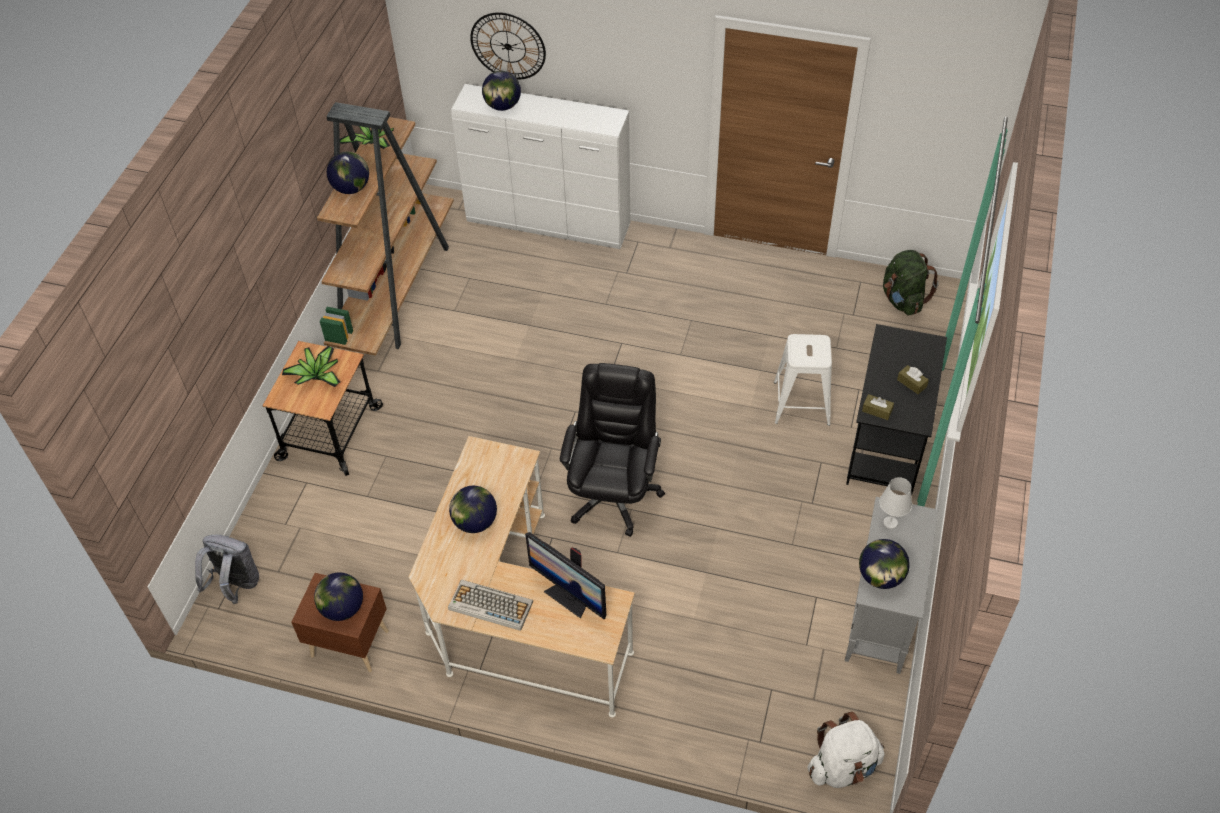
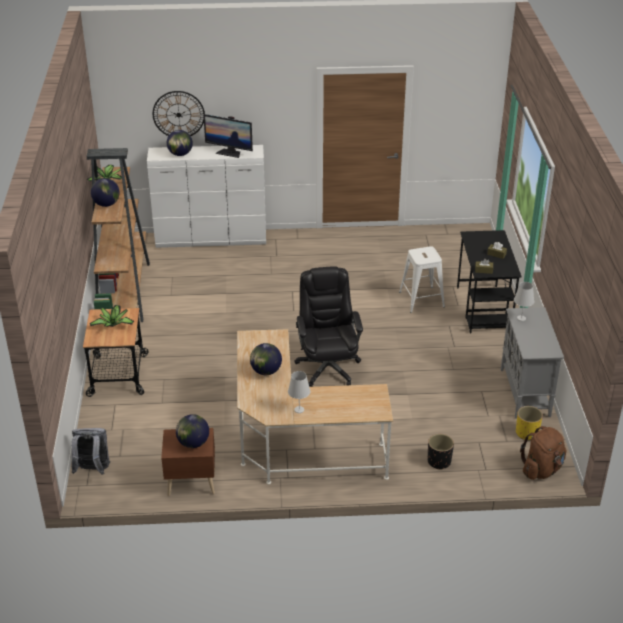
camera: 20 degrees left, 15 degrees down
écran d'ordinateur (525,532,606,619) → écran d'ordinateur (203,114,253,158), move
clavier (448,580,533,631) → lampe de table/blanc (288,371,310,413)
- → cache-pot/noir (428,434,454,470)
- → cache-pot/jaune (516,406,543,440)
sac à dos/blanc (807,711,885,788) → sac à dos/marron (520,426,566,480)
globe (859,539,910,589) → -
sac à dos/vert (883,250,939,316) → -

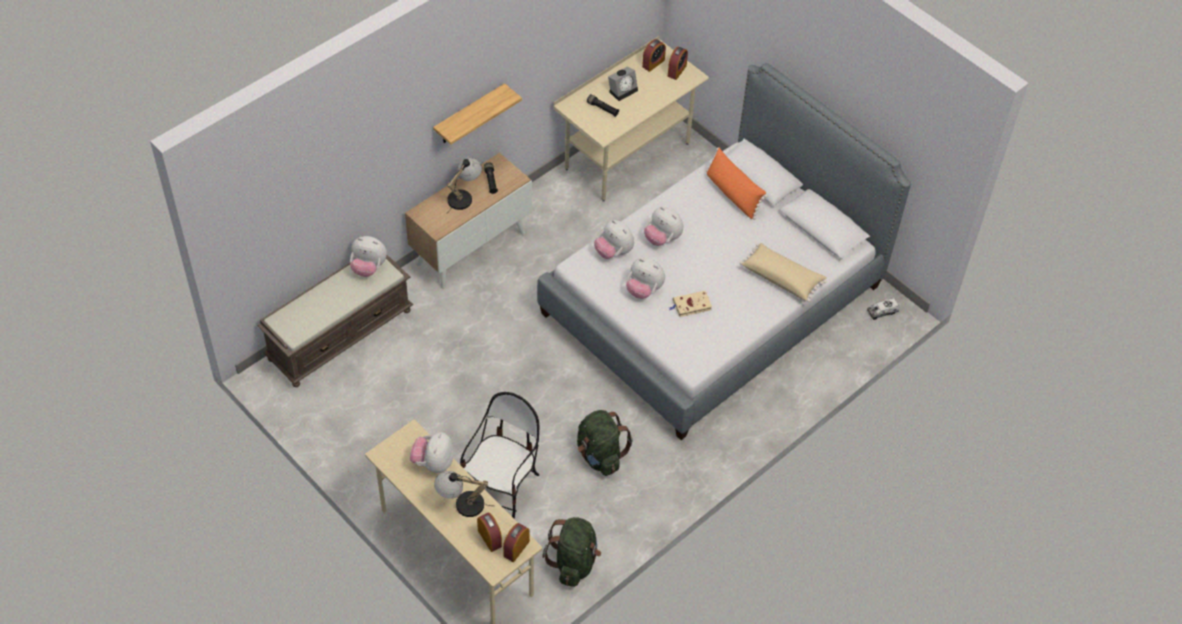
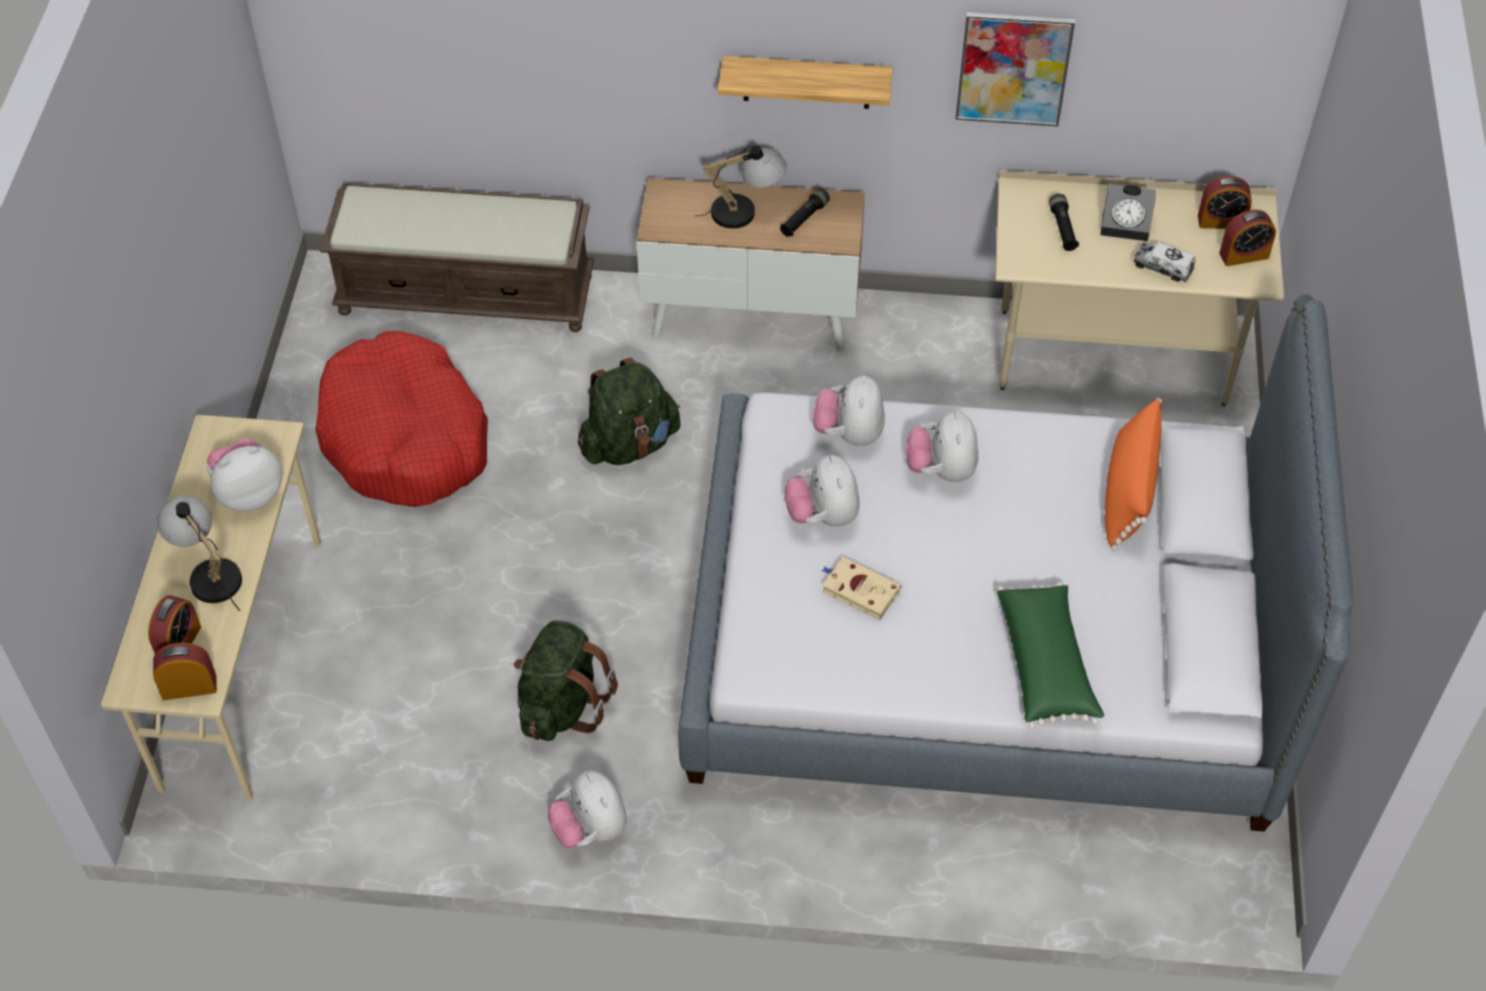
camera: 50 degrees right, 0 degrees up
- → panier pour chien/rouge (316,331,488,507)
peluche (350,236,387,277) → peluche (548,770,627,848), move
sac à dos/vert (542,517,601,587) → sac à dos/vert (578,357,681,465), move
- → tableau (955,12,1075,126)
coussin/beige (740,243,827,302) → coussin/vert (997,582,1104,729)
camion jouet (867,298,899,320) → camion jouet (1134,242,1195,282), move
chaise (460,392,539,518) → -

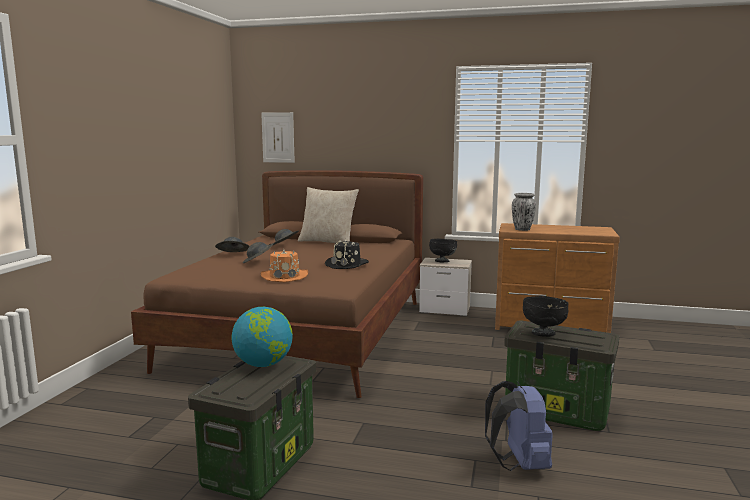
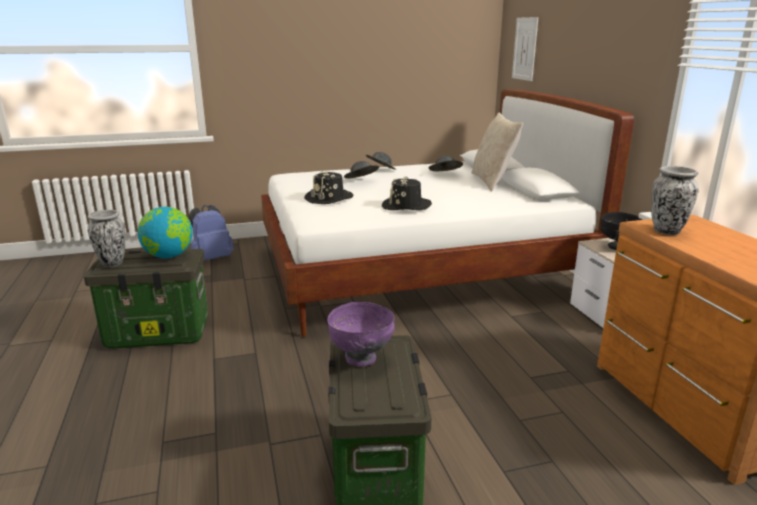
camera: 60 degrees right, 10 degrees up
- → vase (87,210,125,267)
sac à dos/bleu (485,381,553,471) → sac à dos/bleu (189,205,234,261), move
lit/marron (131,170,423,398) → lit/blanc (261,89,634,337)
chapeau/orange (261,249,308,282) → chapeau/noir (304,170,354,204)
bol/noir (523,296,569,337) → bol/violet (327,302,395,366)

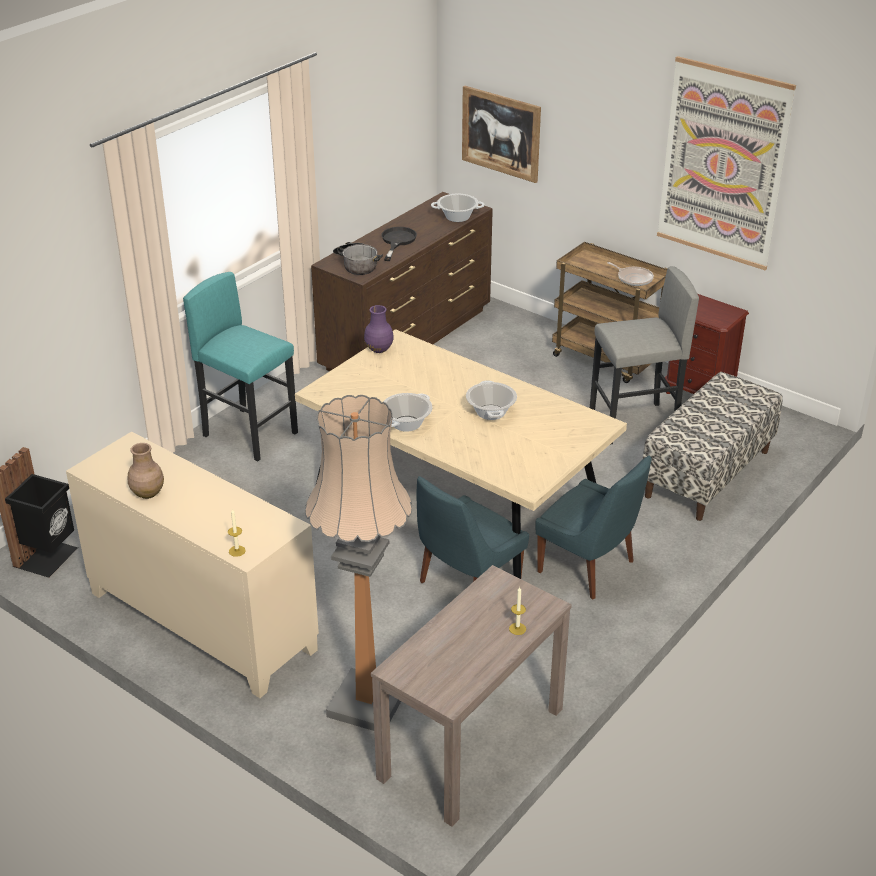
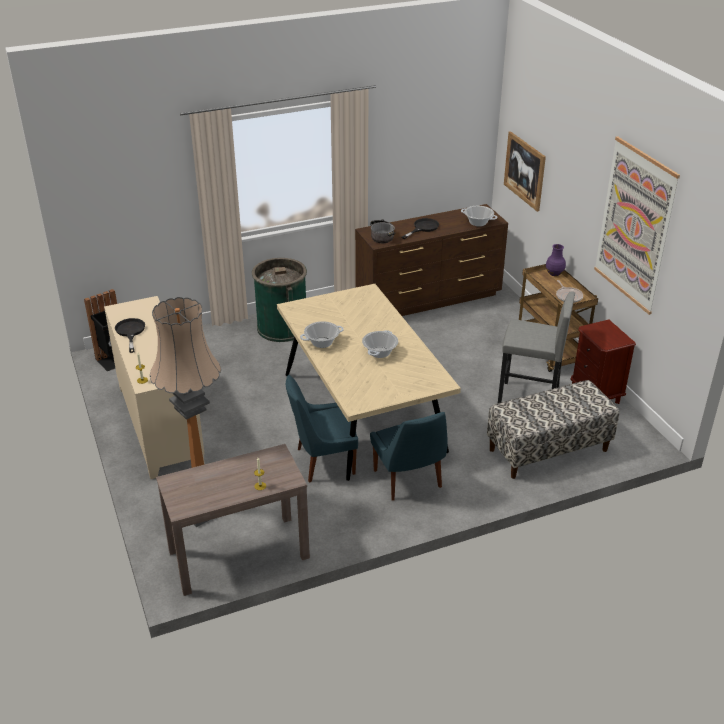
camera: 30 degrees right, 0 degrees up
vase/marron (128,443,164,499) → poêle/noir (115,318,145,353)
tabouret/turquoise (183,272,298,461) → poubelle/vert (252,258,307,342)
vase/violet (364,305,394,353) → vase/violet (546,244,566,276), move

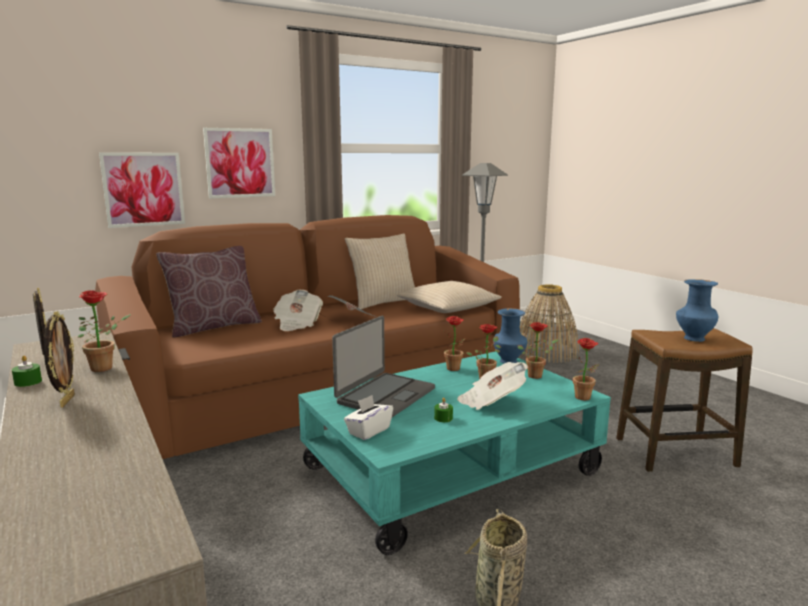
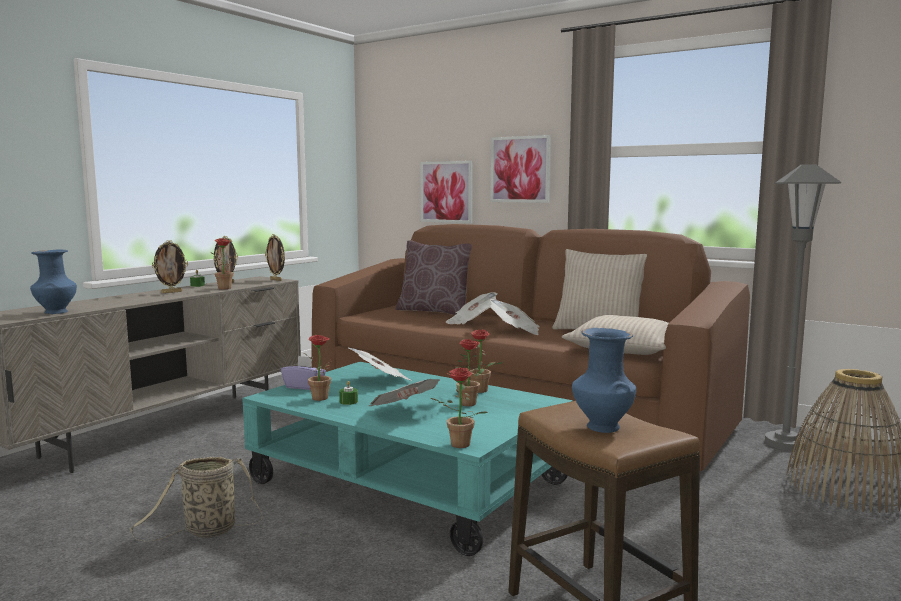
camera: 65 degrees right, 5 degrees down
vase/bleu (493,308,528,363) → vase/bleu (30,250,77,314), move
- → cadre photo (265,234,285,281)
boîte à mouchoirs/blanc (344,395,393,440) → boîte à mouchoirs/violet (281,356,326,390)
plante en pot (518,322,559,379) → plante en pot (304,335,332,401), move
ordinateur portable (332,315,435,417) → journal (349,348,413,381)

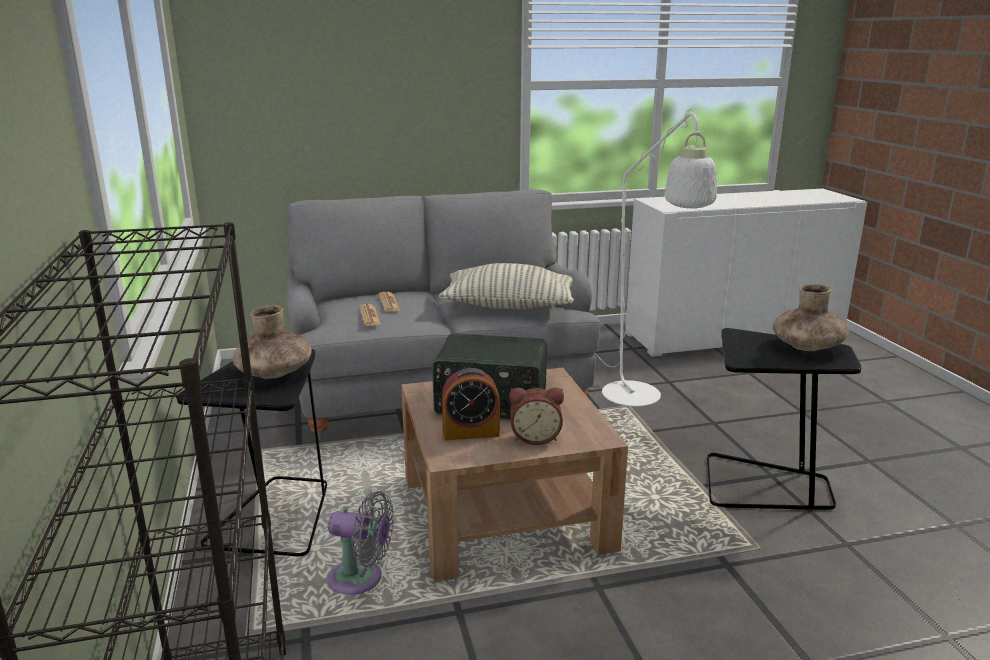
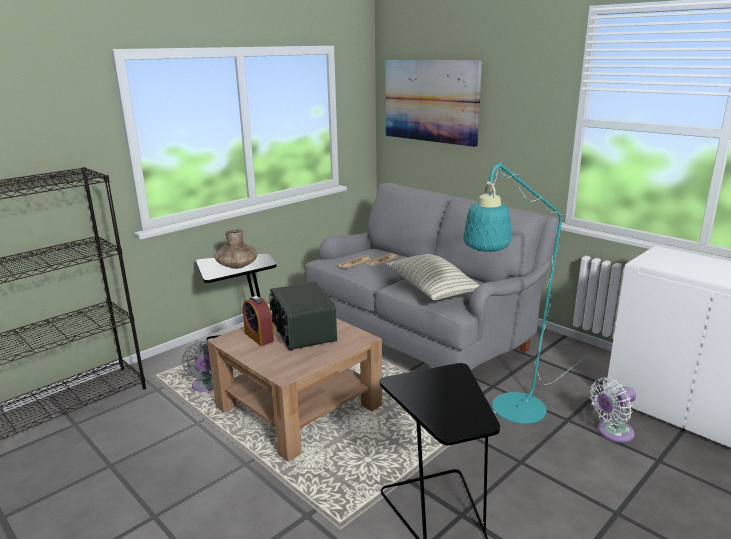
camera: 60 degrees right, 0 degrees up
- → tableau (386,60,482,147)
lampadaire/blanc (595,109,717,407) → lampadaire/turquoise (464,161,588,424)
- → ventilateur/blanc (590,378,636,443)
réveil (509,388,564,445) → -
vase/marron (773,284,849,351) → -

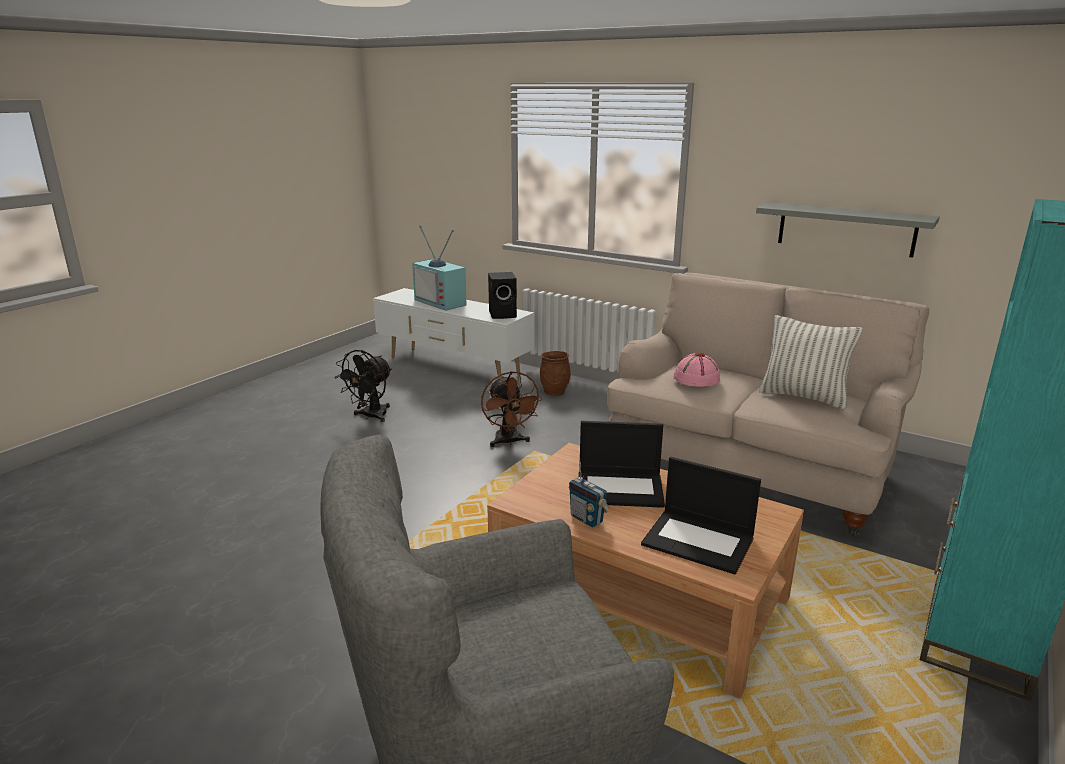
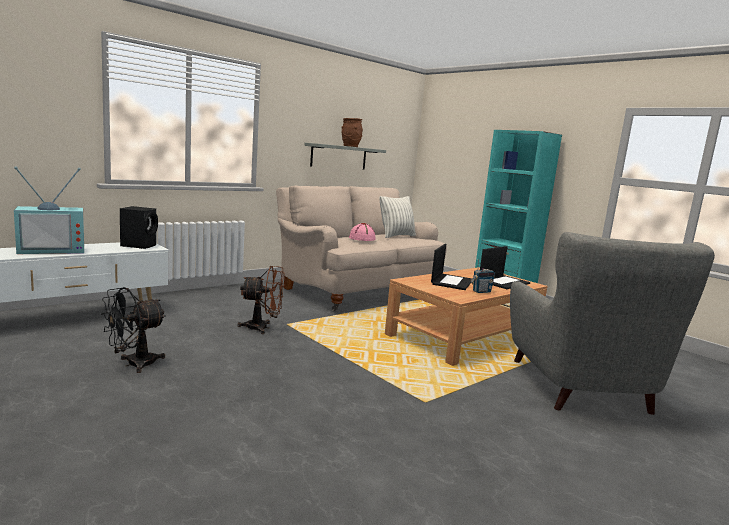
camera: 75 degrees left, 10 degrees down
ventilateur/noir (335,350,392,422) → ventilateur/noir (101,287,166,373), 90 degrees clockwise
vase/marron (540,351,571,396) → vase/marron (342,118,363,147), move

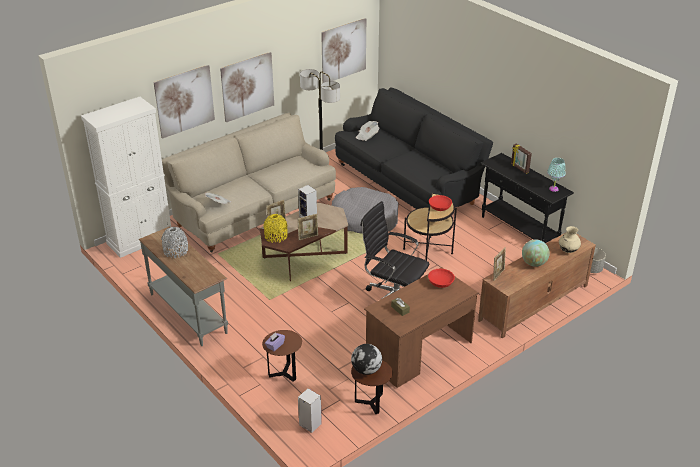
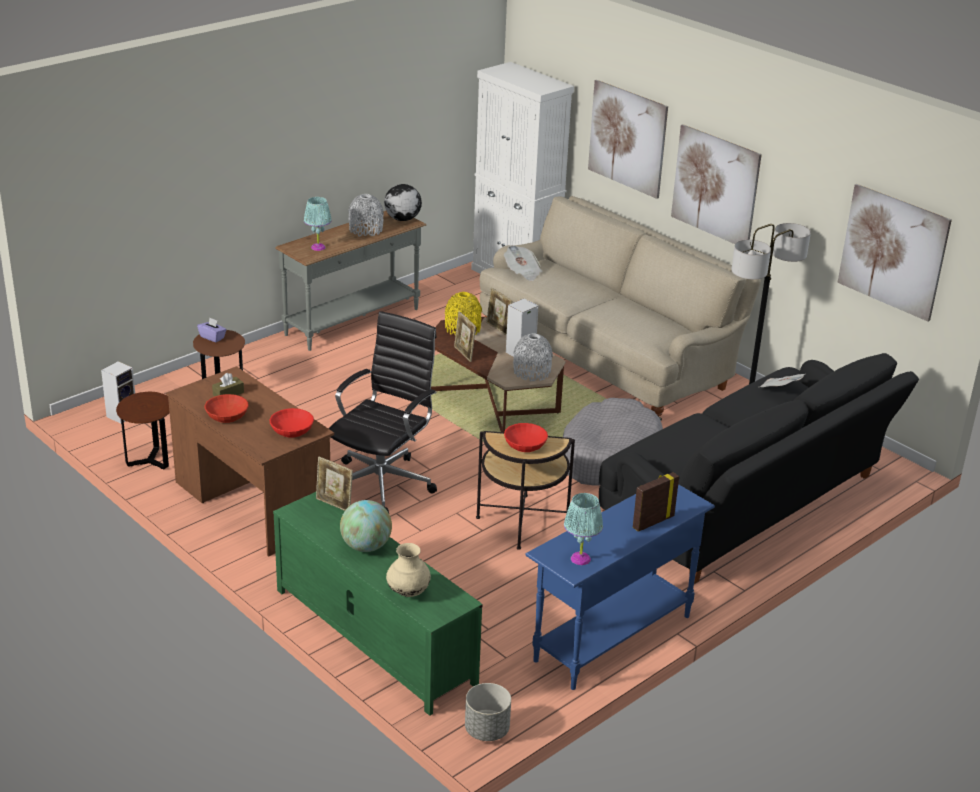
camera: 85 degrees right, 5 degrees down
- → bol/rouge (205,394,249,423)
meuble télé/marron (478,233,596,338) → meuble télé/vert (273,492,483,716)
- → lampe de table/turquoise (304,197,332,251)
globe (351,344,382,375) → globe (384,184,422,221), move
- → vase/gris (513,333,553,381)
table console/noir (481,153,574,243) → table console/bleu (525,484,715,690)

